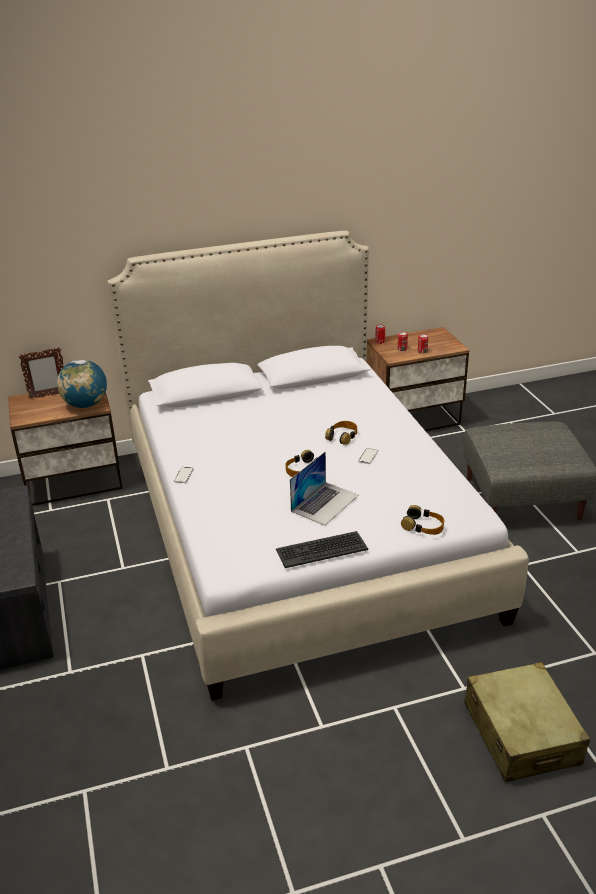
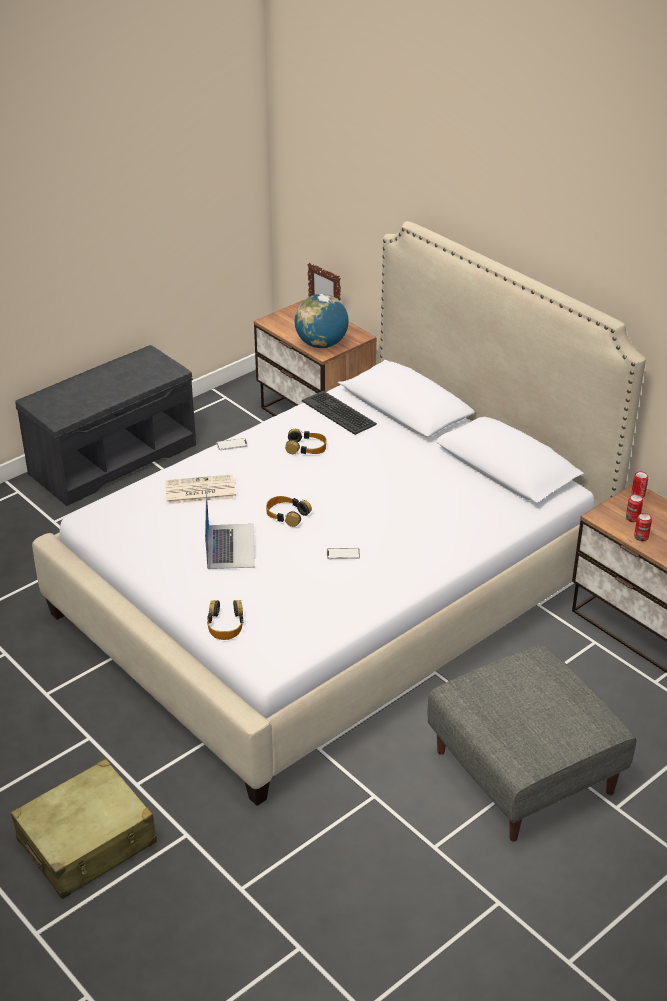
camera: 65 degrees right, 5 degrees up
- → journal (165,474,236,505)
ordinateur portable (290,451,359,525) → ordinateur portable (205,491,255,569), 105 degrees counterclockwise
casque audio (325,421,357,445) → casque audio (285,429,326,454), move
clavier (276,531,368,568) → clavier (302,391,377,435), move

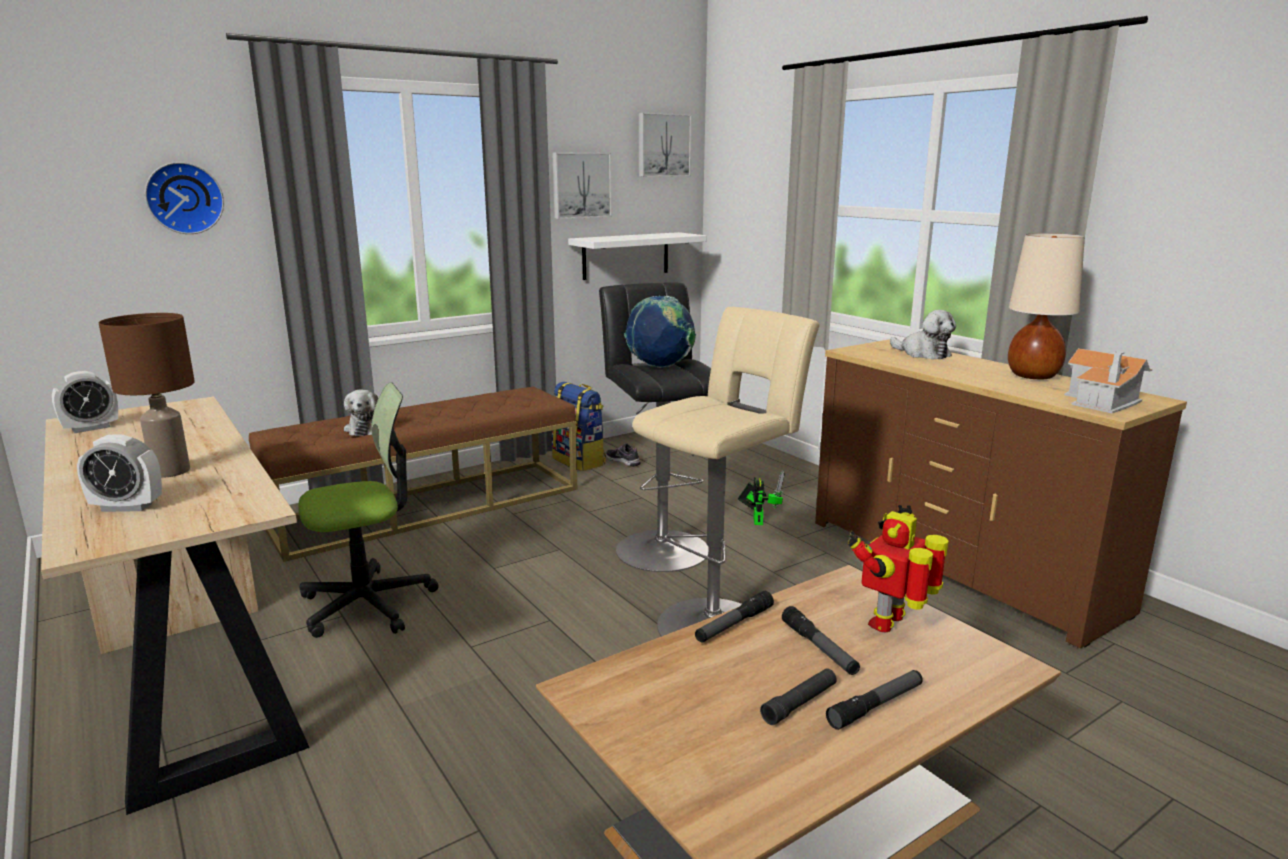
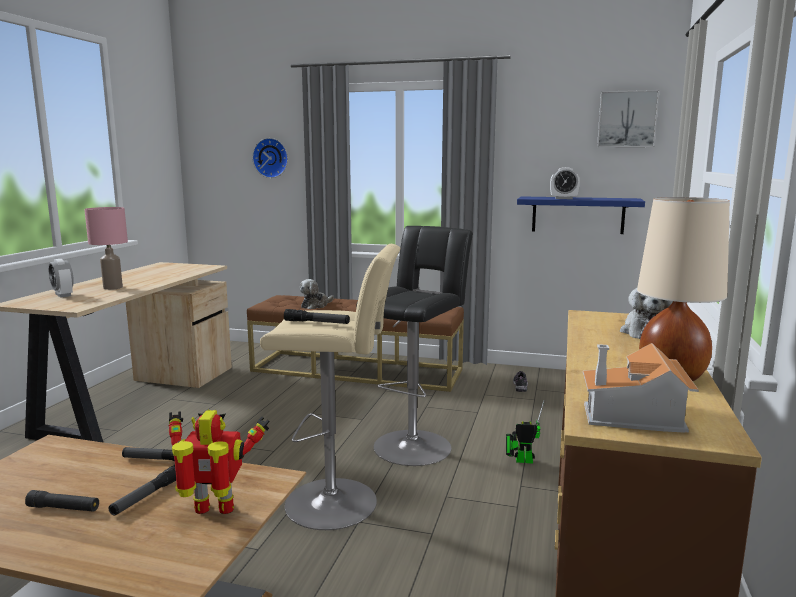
camera: 50 degrees right, 5 degrees down
lampe de table/marron (99,313,195,478) → lampe de table/rose (84,207,128,290)
lampe de poche (826,670,923,730) → lampe de poche (284,309,350,324), move
robot jouet (738,471,785,525) → robot jouet (506,400,544,463), 135 degrees counterclockwise
étagère/blanc (568,232,707,280) → étagère/bleu (517,196,645,234)
réveil (52,371,118,433) → réveil (550,167,580,199), move
chaise de bureau (298,382,439,638) → -
tableau (552,152,612,219) → -
sac à dos (552,382,606,471) → -
globe (624,295,696,368) → -

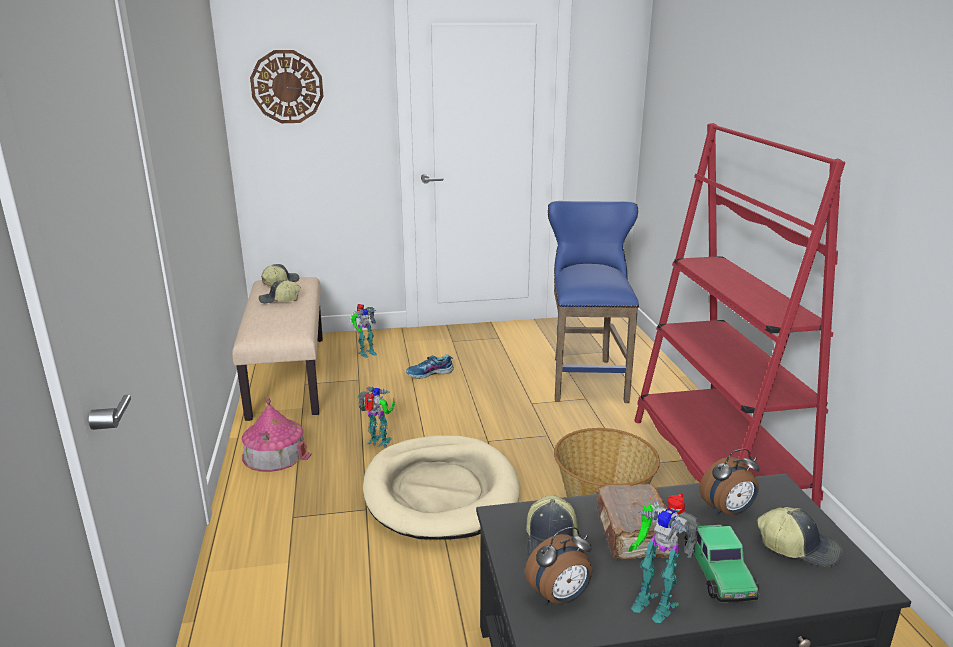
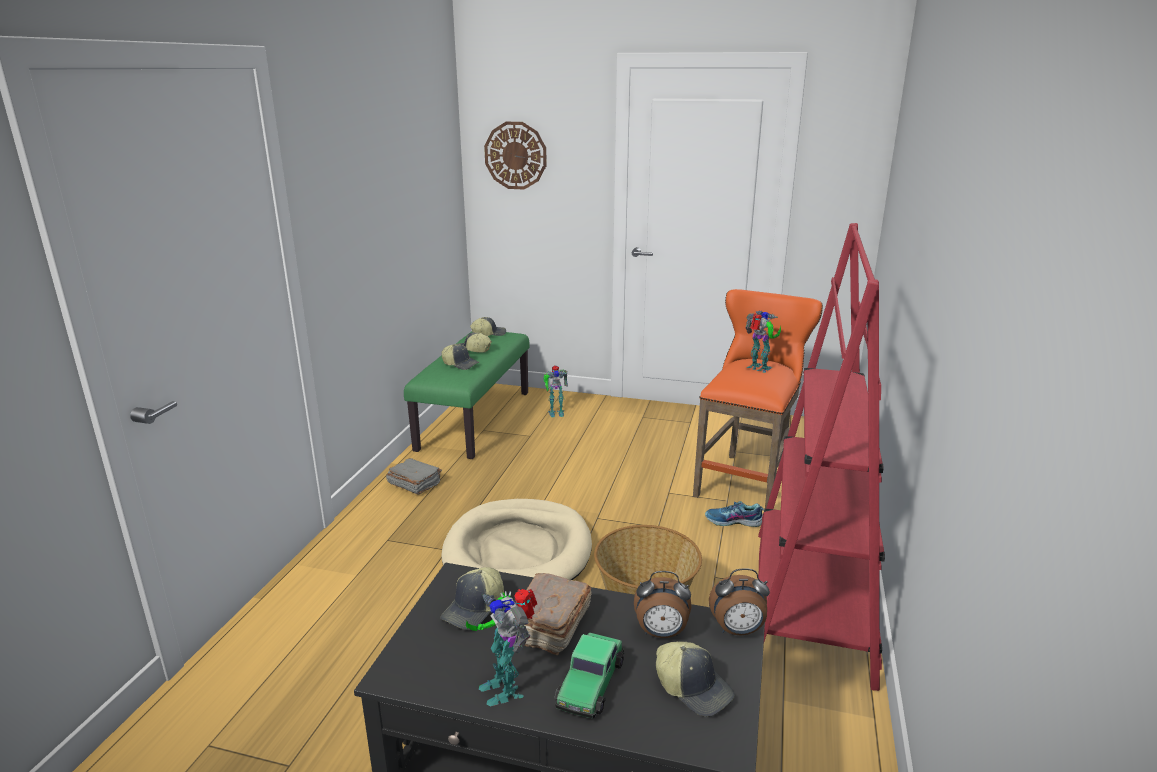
camera: 25 degrees right, 0 degrees up
maison miniature (242,398,312,472) → livre/gris (386,458,442,495)
banc/beige (232,277,323,421) → banc/vert (404,332,529,459)
- → casquette (442,344,479,370)
tabouret/bleu (548,201,639,403) → tabouret/orange (693,289,823,509)
chaussure (406,354,454,379) → chaussure (705,501,764,527), move
réveil (525,527,592,605) → réveil (709,568,770,636), move
robot jouet (358,386,395,448) → robot jouet (745,311,781,373), move

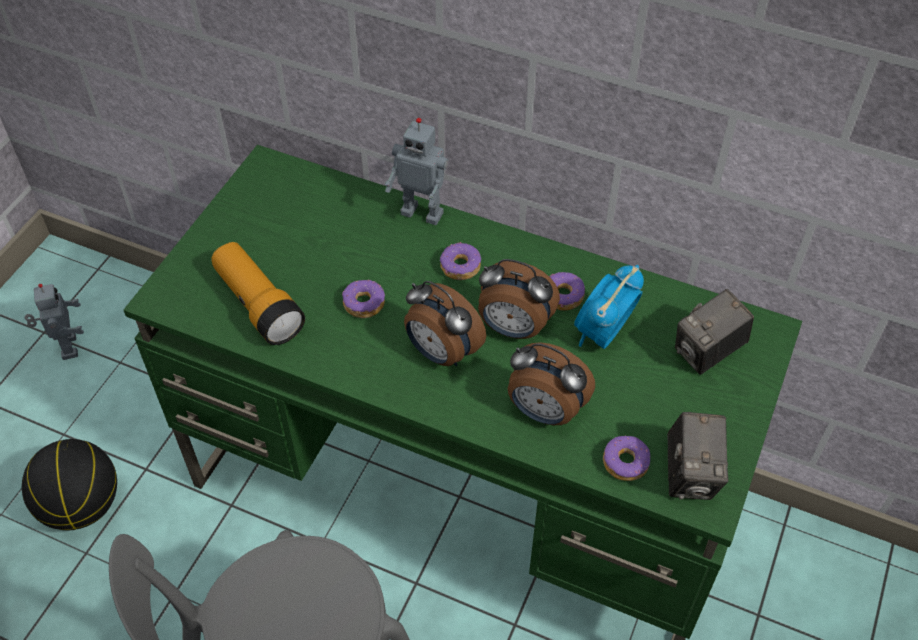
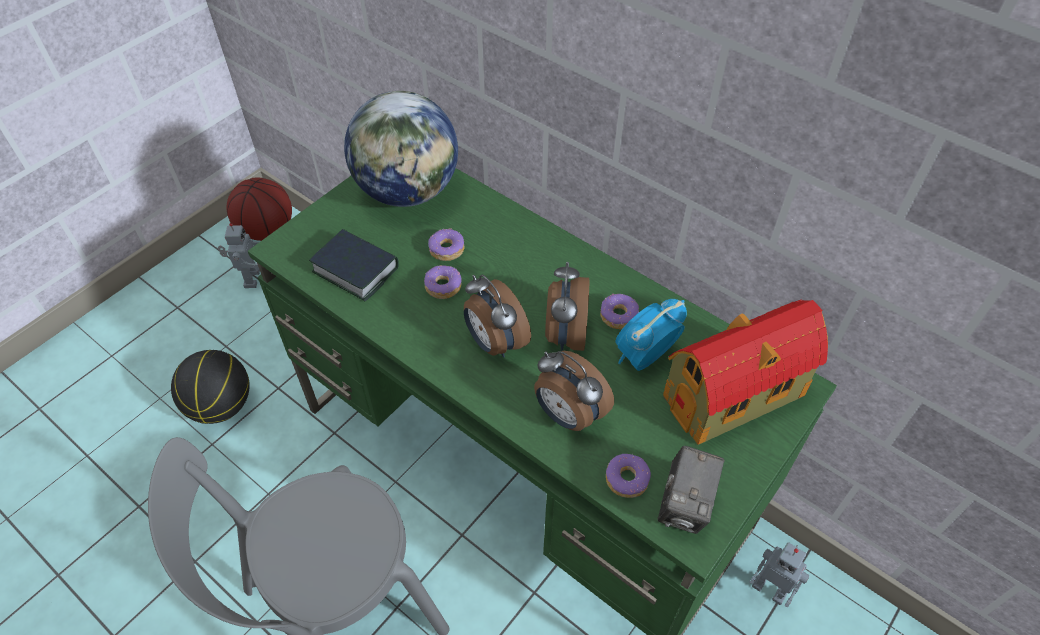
camera: 15 degrees right, 0 degrees up
- → ballon de basket (227,178,292,241)
lampe de poche (211,242,305,345) → livre (309,229,399,301)
- → globe (344,91,458,207)
beignet (440,242,481,280) → beignet (428,228,464,261), move
réveil (478,259,560,339) → réveil (545,262,589,351), 60 degrees clockwise
appareil photo (675,289,754,375) → maison miniature (663,299,828,445)
robot jouet (385,118,448,225) → robot jouet (750,542,810,608), move

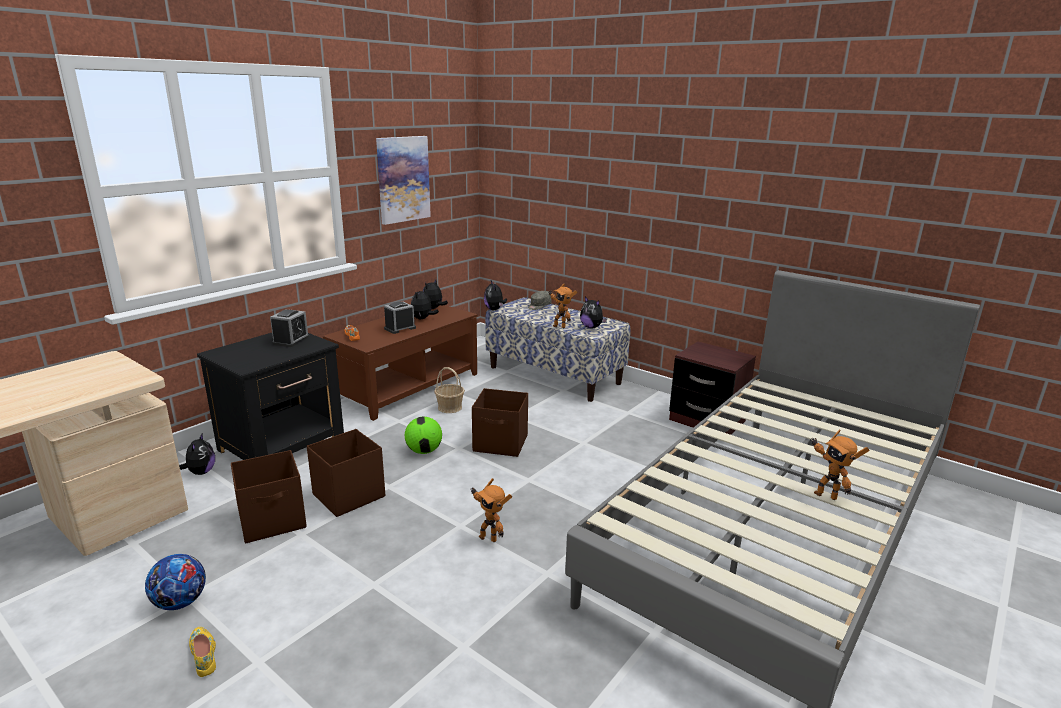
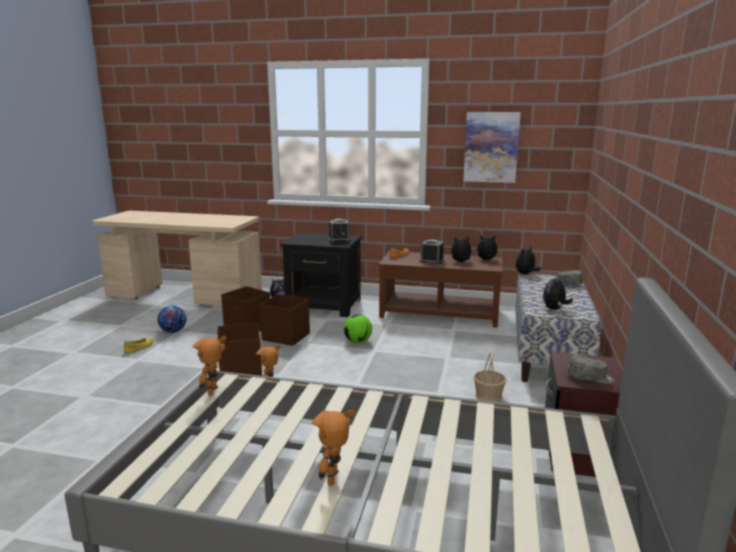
camera: 65 degrees right, 5 degrees down
robot jouet (549,284,577,328) → robot jouet (192,335,227,396), move
boîte de rangement/marron (472,388,528,457) → boîte de rangement/marron (217,323,262,376), move
panier (434,367,465,413) → panier (473,352,507,402), move
- → casquette/gris (567,354,615,384)

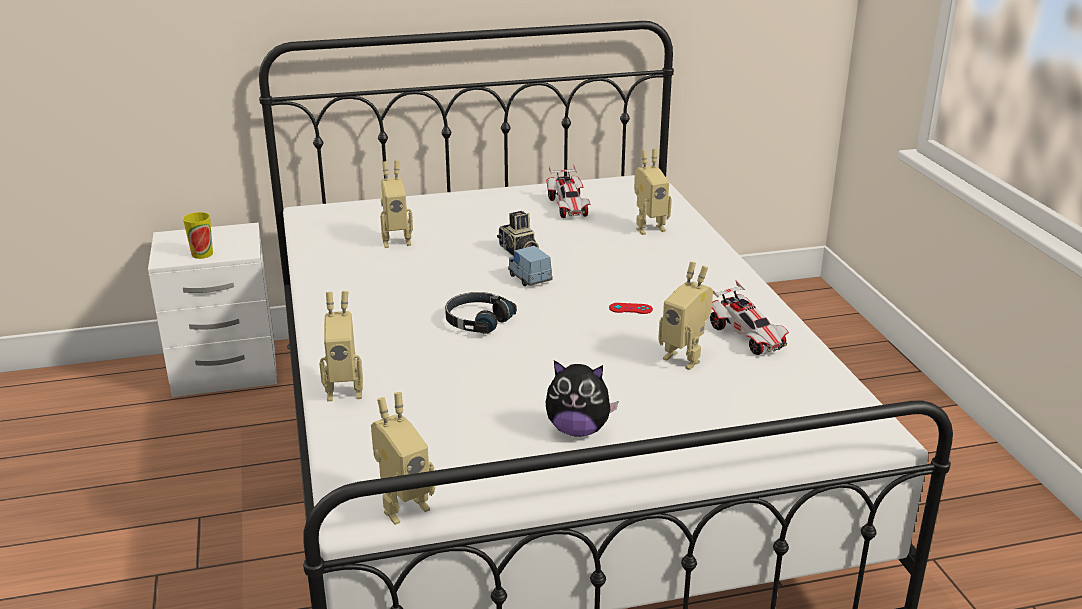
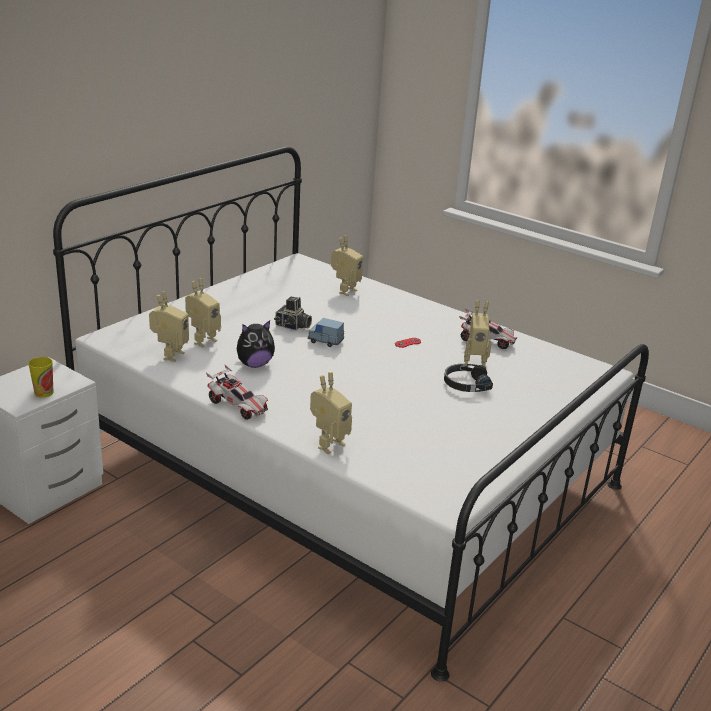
camera: 40 degrees left, 0 degrees up
robot jouet (371,392,435,525) → robot jouet (149,291,189,362), move
petite voiture (546,165,590,218) → petite voiture (206,364,268,420), move
peluche (546,360,619,437) → peluche (237,321,275,368), move
casque audio/noir (445,292,517,334) → casque audio/noir (444,364,493,392), move

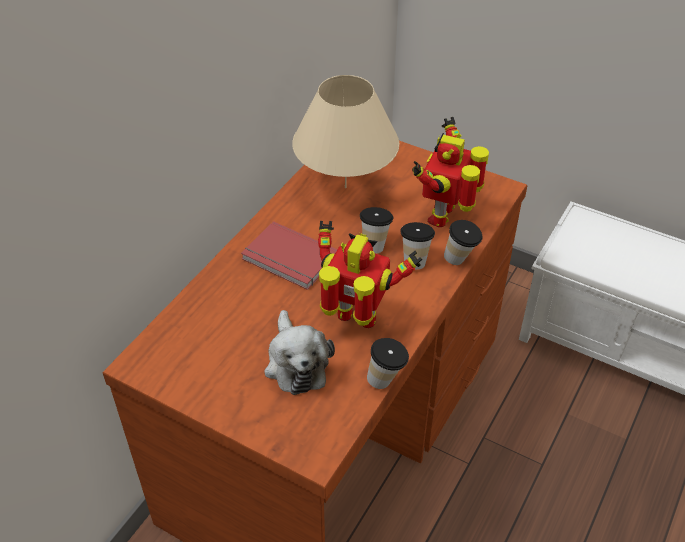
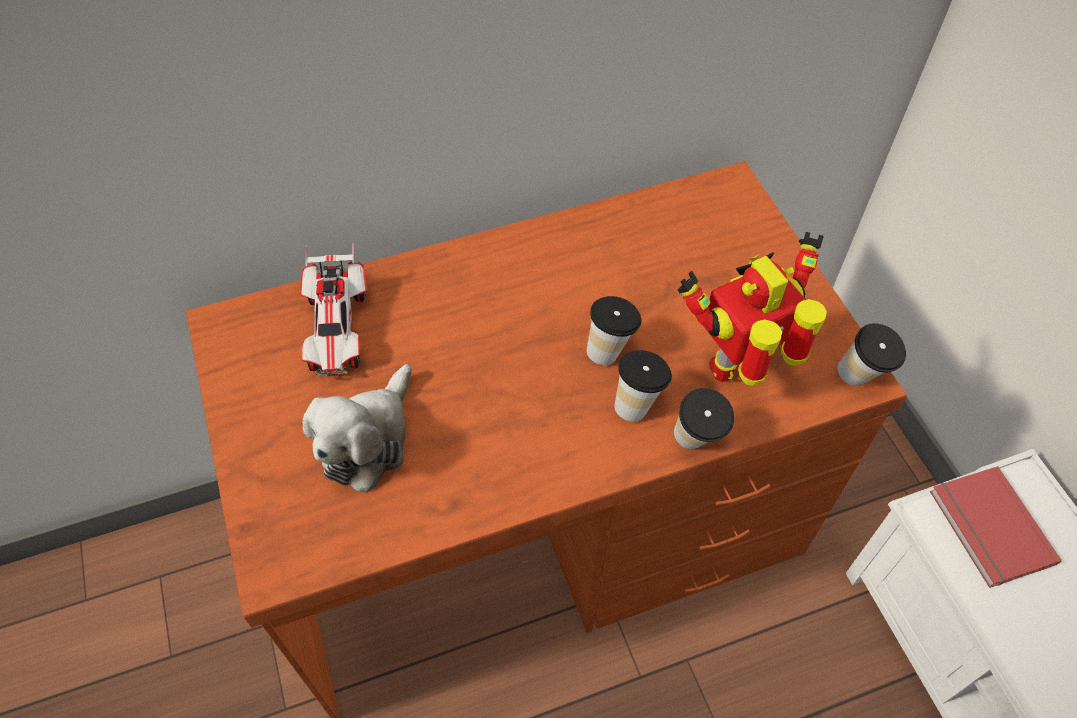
camera: 40 degrees right, 10 degrees up
- → petite voiture (300,243,367,376)
tasse (367,338,409,389) → tasse (838,323,906,386), move
livre/rouge (241,221,338,290) → livre/rouge (930,466,1062,588), move
lampe de table/beige (292,75,399,188) → -
robot jouet (318,221,422,328) → -

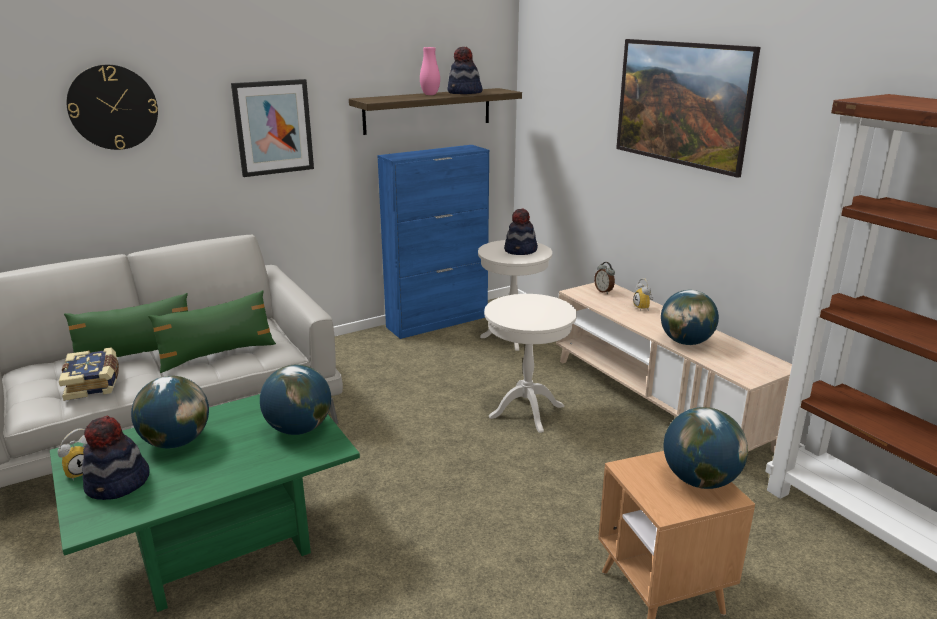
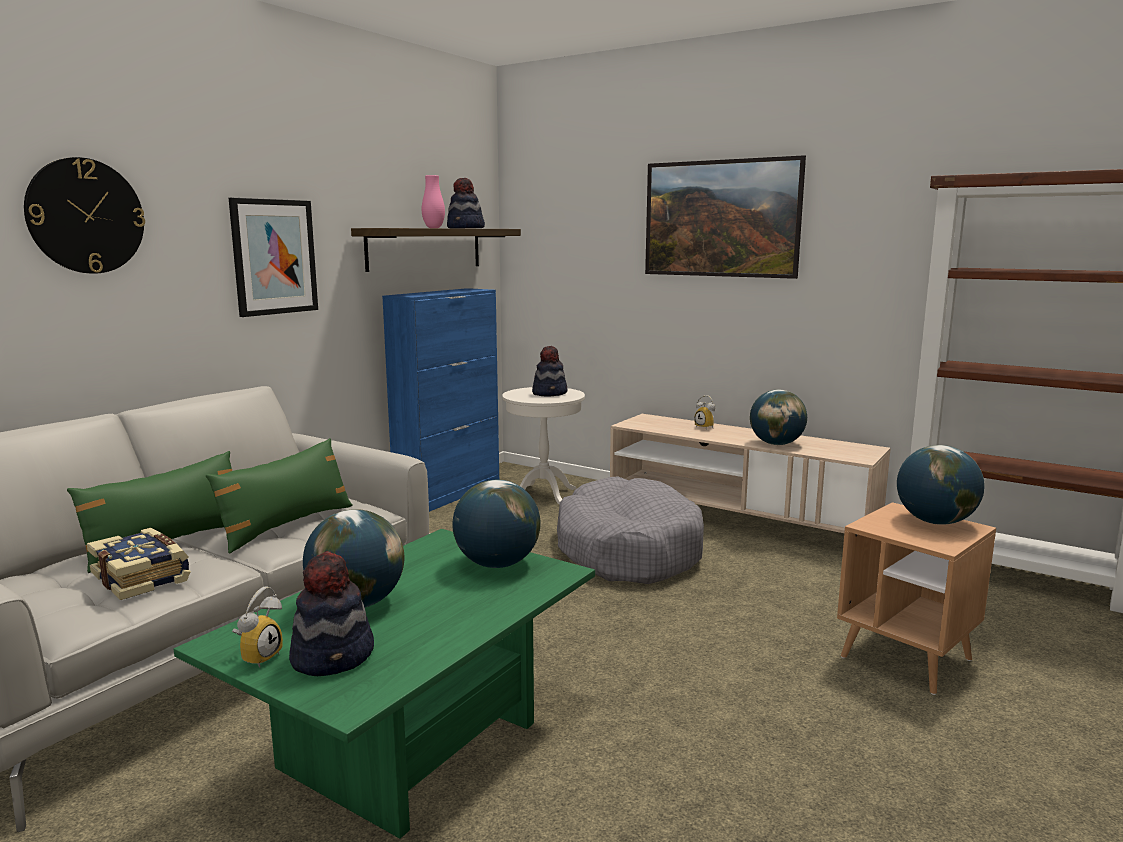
camera: 25 degrees left, 10 degrees down
table d'appoint/blanc (484,294,577,433) → panier pour chien/gris (557,476,704,584)
réveil (594,262,615,294) → -

